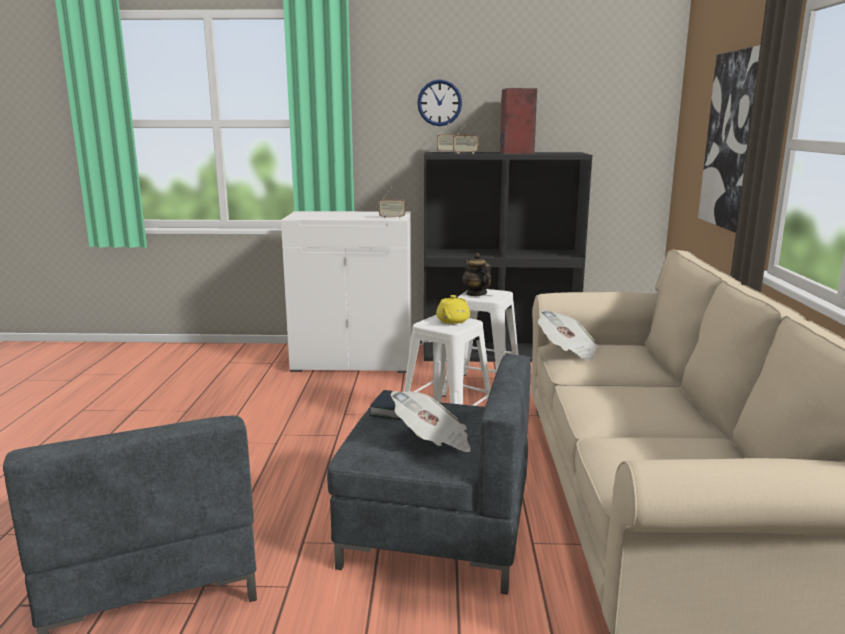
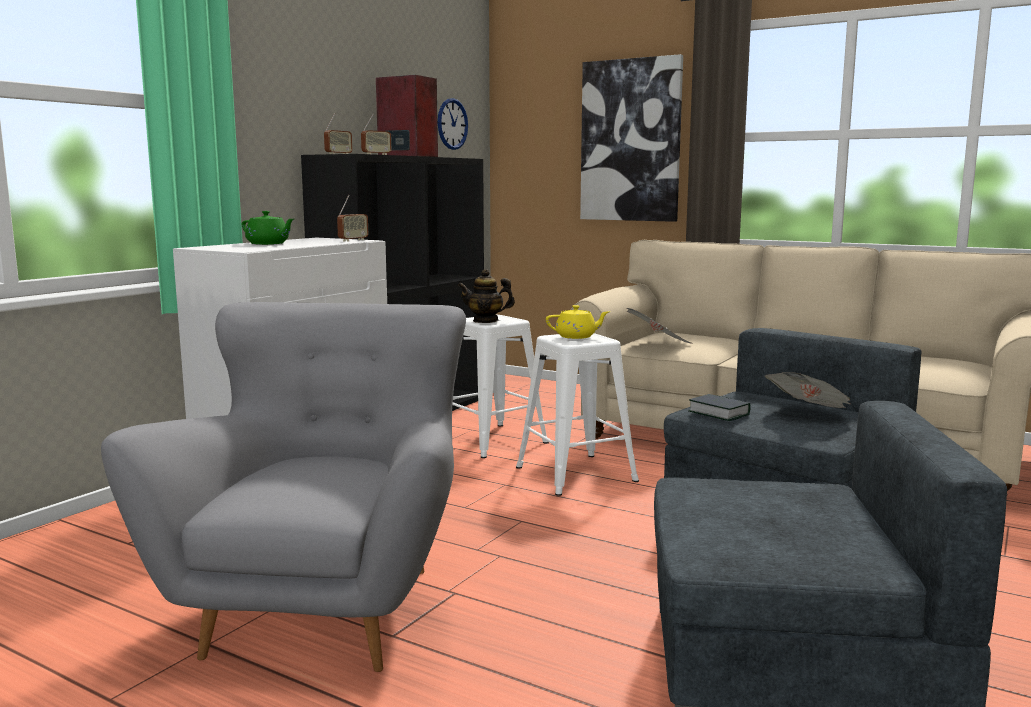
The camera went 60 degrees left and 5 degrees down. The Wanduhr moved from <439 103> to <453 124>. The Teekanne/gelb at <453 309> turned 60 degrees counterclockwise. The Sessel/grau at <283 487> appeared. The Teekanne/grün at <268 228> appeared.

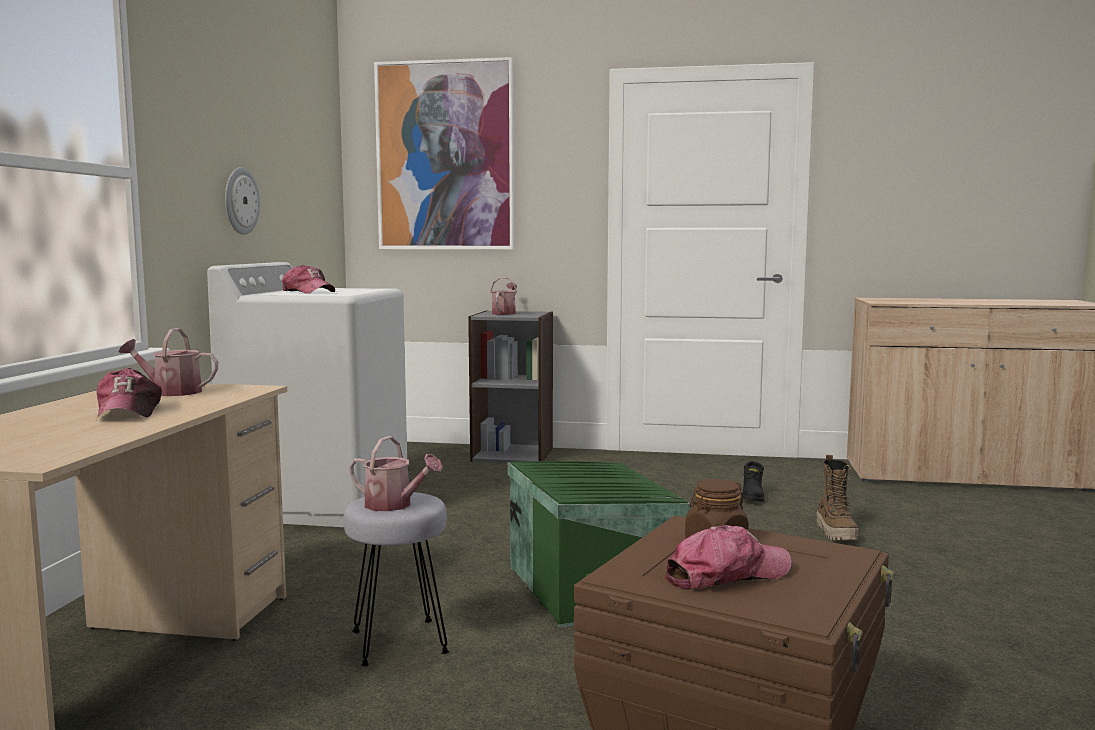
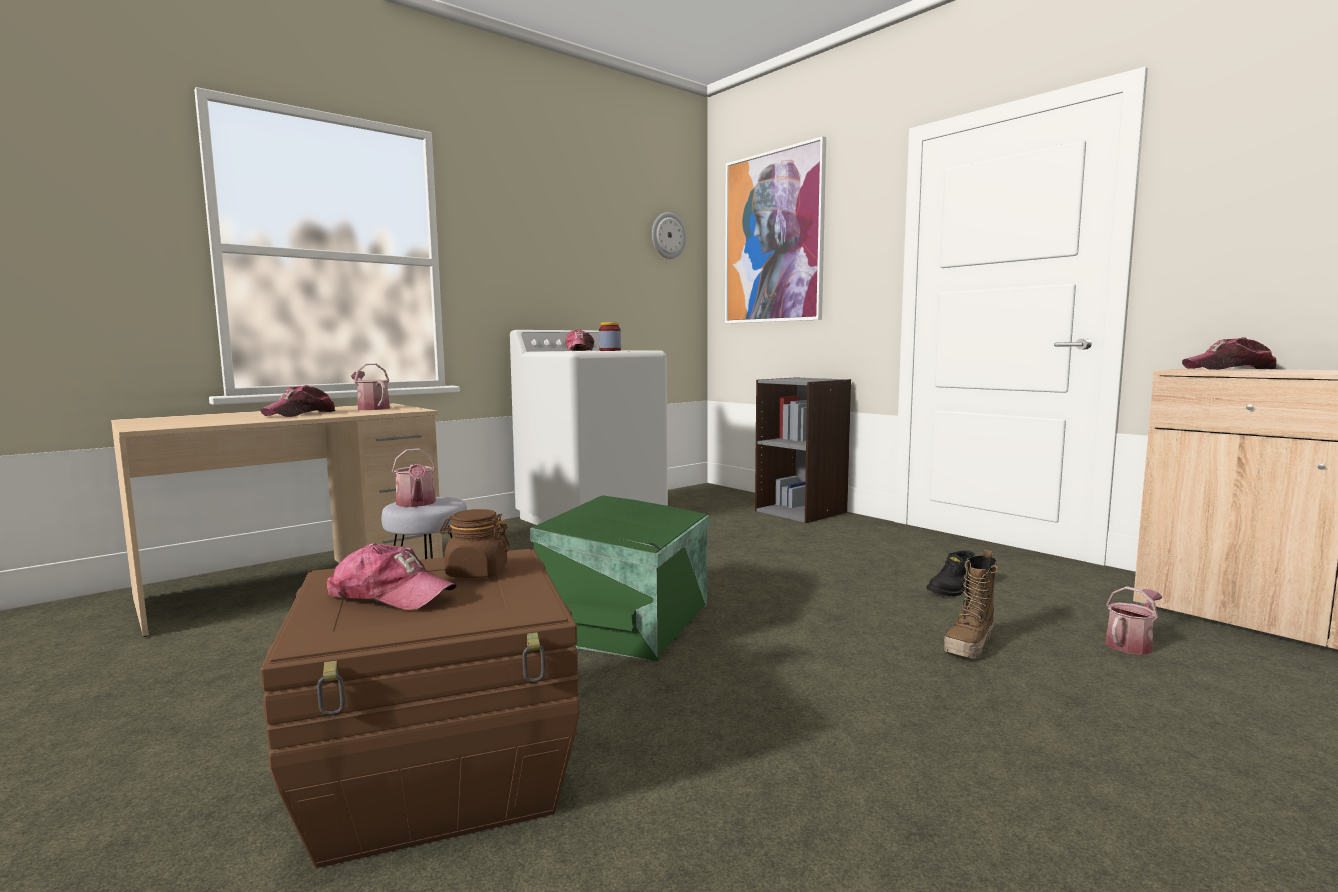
The camera went 40 degrees right and 0 degrees up. The Wanduhr moved from <242 201> to <669 235>. The Gießkanne moved from <503 296> to <1134 620>. The Vorratsglas at <610 336> appeared. The Kappe at <1230 353> appeared.

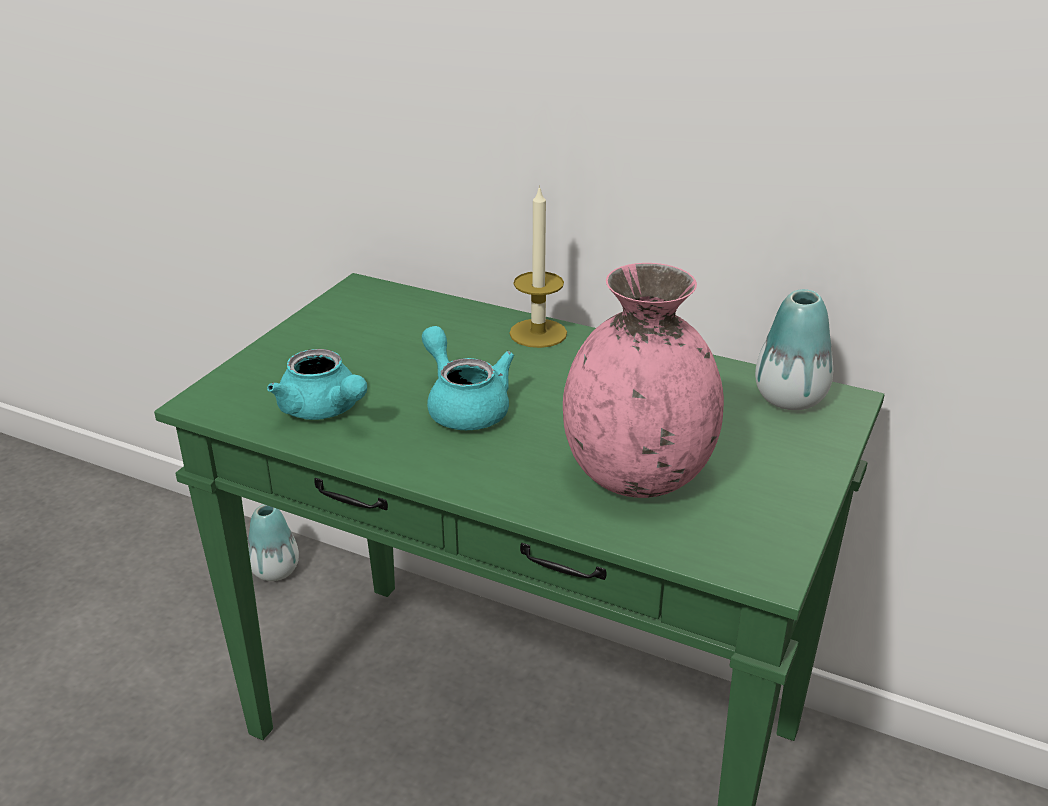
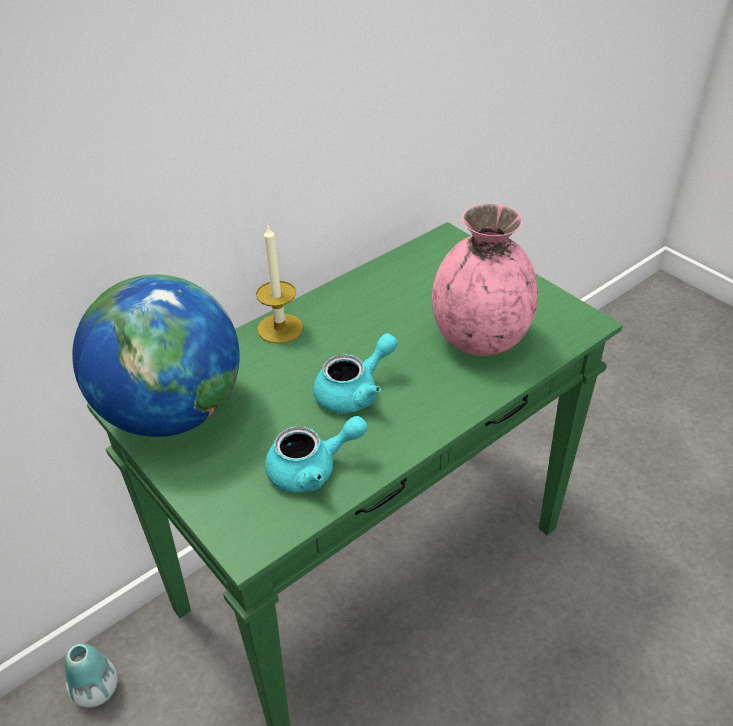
The camera went 65 degrees left and 10 degrees up. The Teekanne/türkis at <468 378> turned 150 degrees clockwise. The Vase at <794 349> disappeared. The Globus at <156 355> appeared.

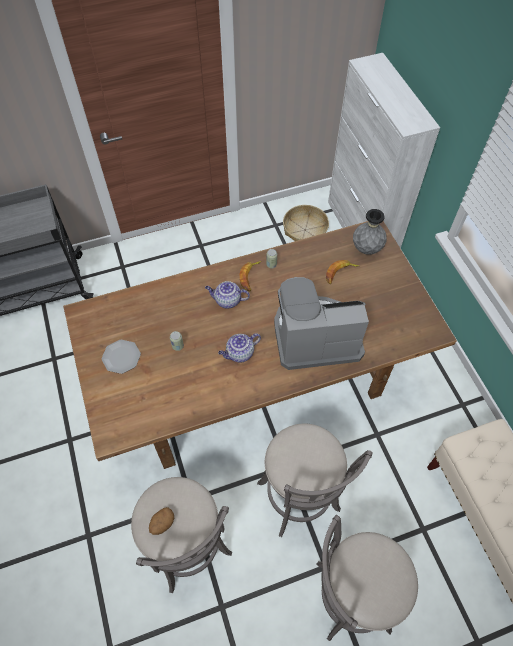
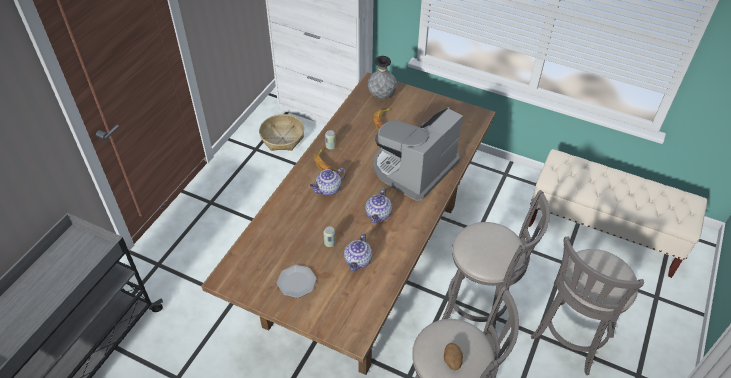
The camera went 45 degrees left and 10 degrees down. The Teekanne at <358 252> appeared.

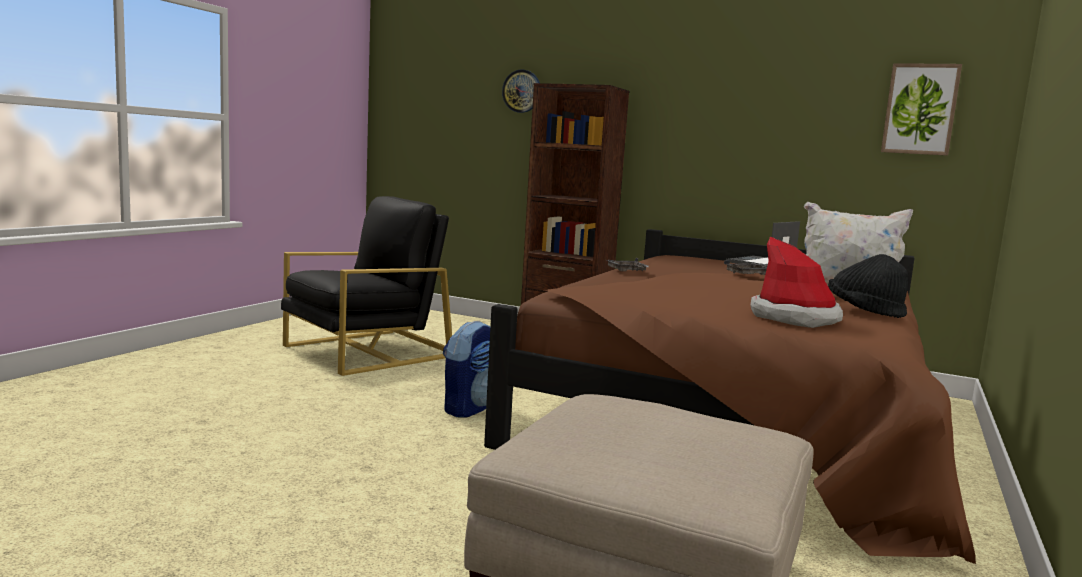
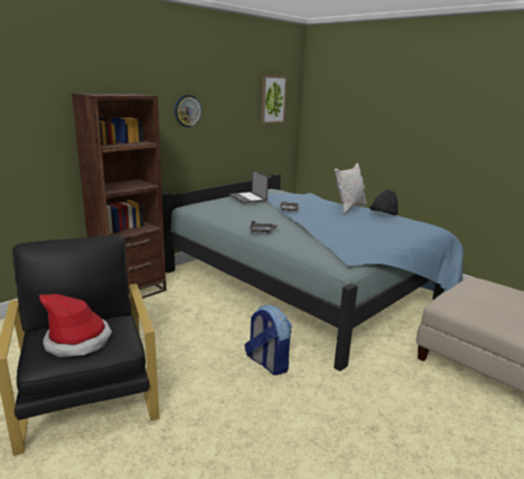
The camera went 70 degrees left and 10 degrees up. The Bett/braun at <730 396> became the Bett/blau at <312 272>. The Wanduhr moved from <521 91> to <188 111>. The Hut moved from <797 282> to <75 325>.

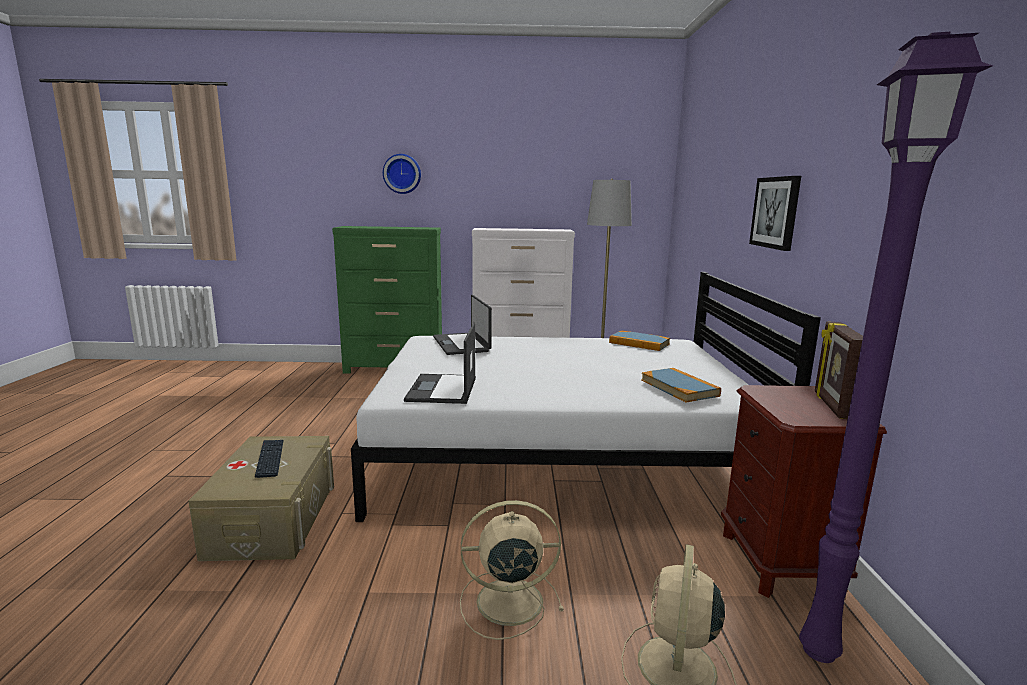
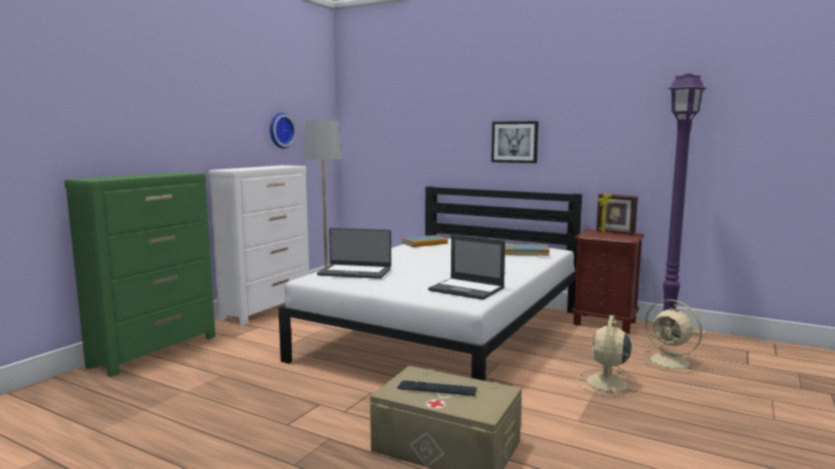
The camera went 60 degrees left and 5 degrees down. The Wanduhr moved from <402 174> to <283 131>.

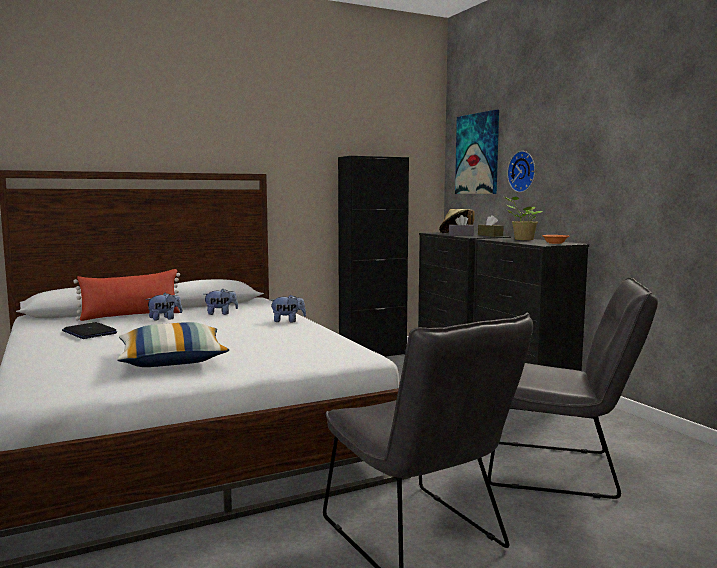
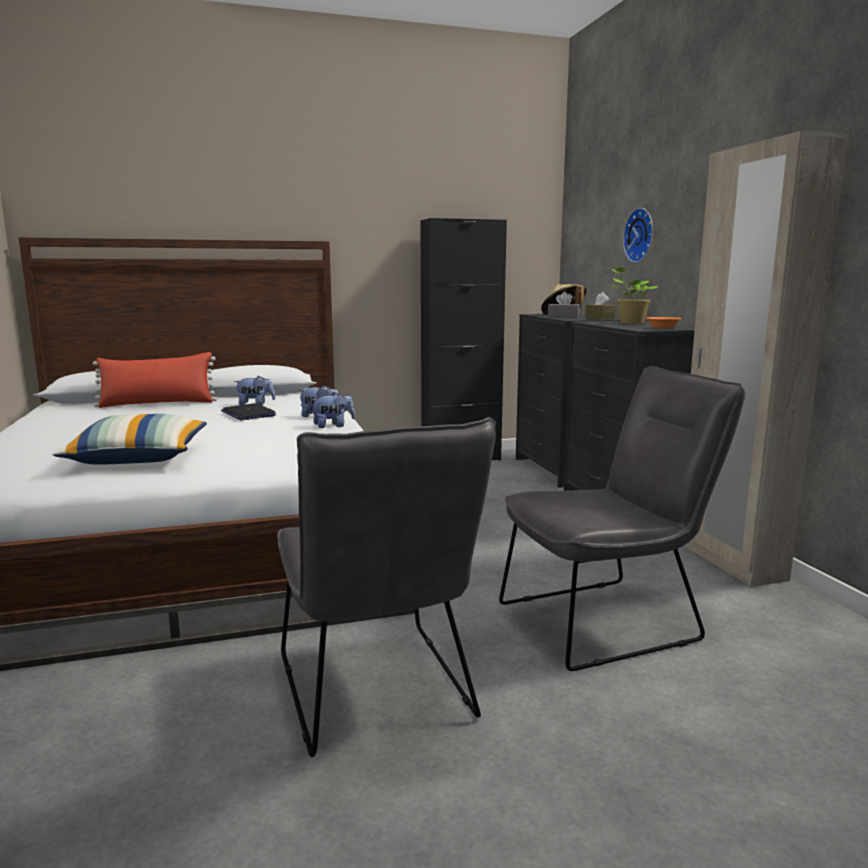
The camera went 10 degrees right and 5 degrees up. The Laptop moved from <89 330> to <248 411>. The Plüschtier moved from <164 307> to <332 410>. The Bild at <477 152> disappeared. The Stuhl/grau at <573 388> turned 45 degrees counterclockwise. The Kleiderschrank/beige at <766 359> appeared.

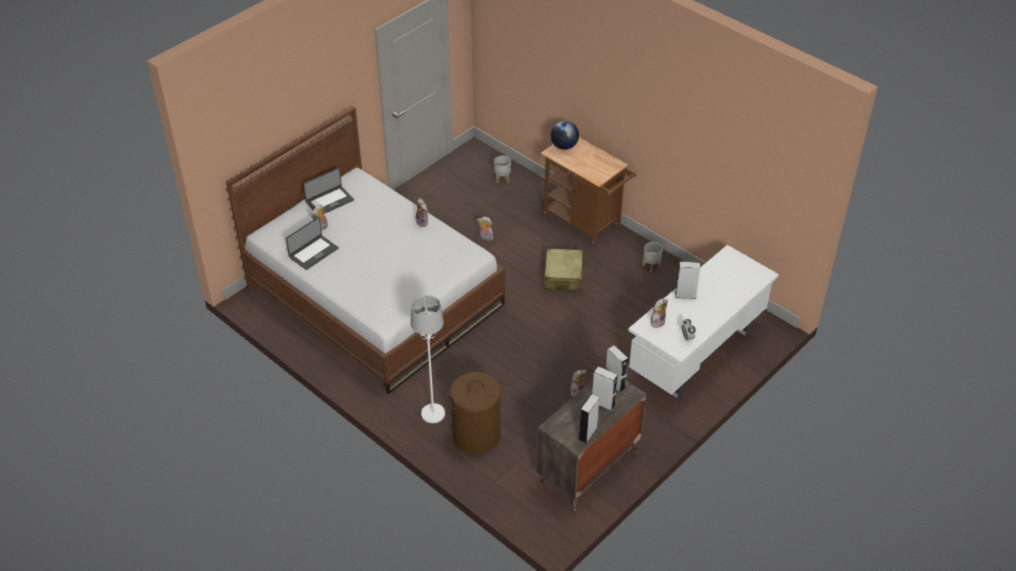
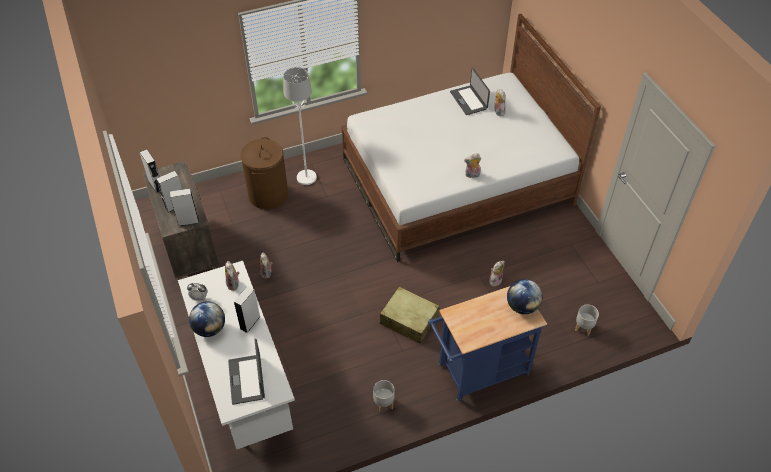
The camera went 115 degrees right and 5 degrees up. The Laptop moved from <328 191> to <246 372>. The Rollwagen/braun at <588 191> became the Rollwagen/blau at <487 343>. The Globus at <207 319> appeared.

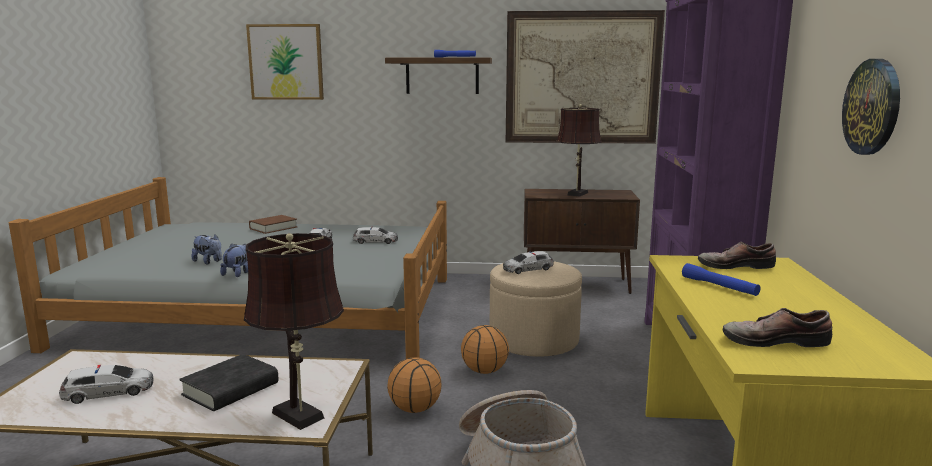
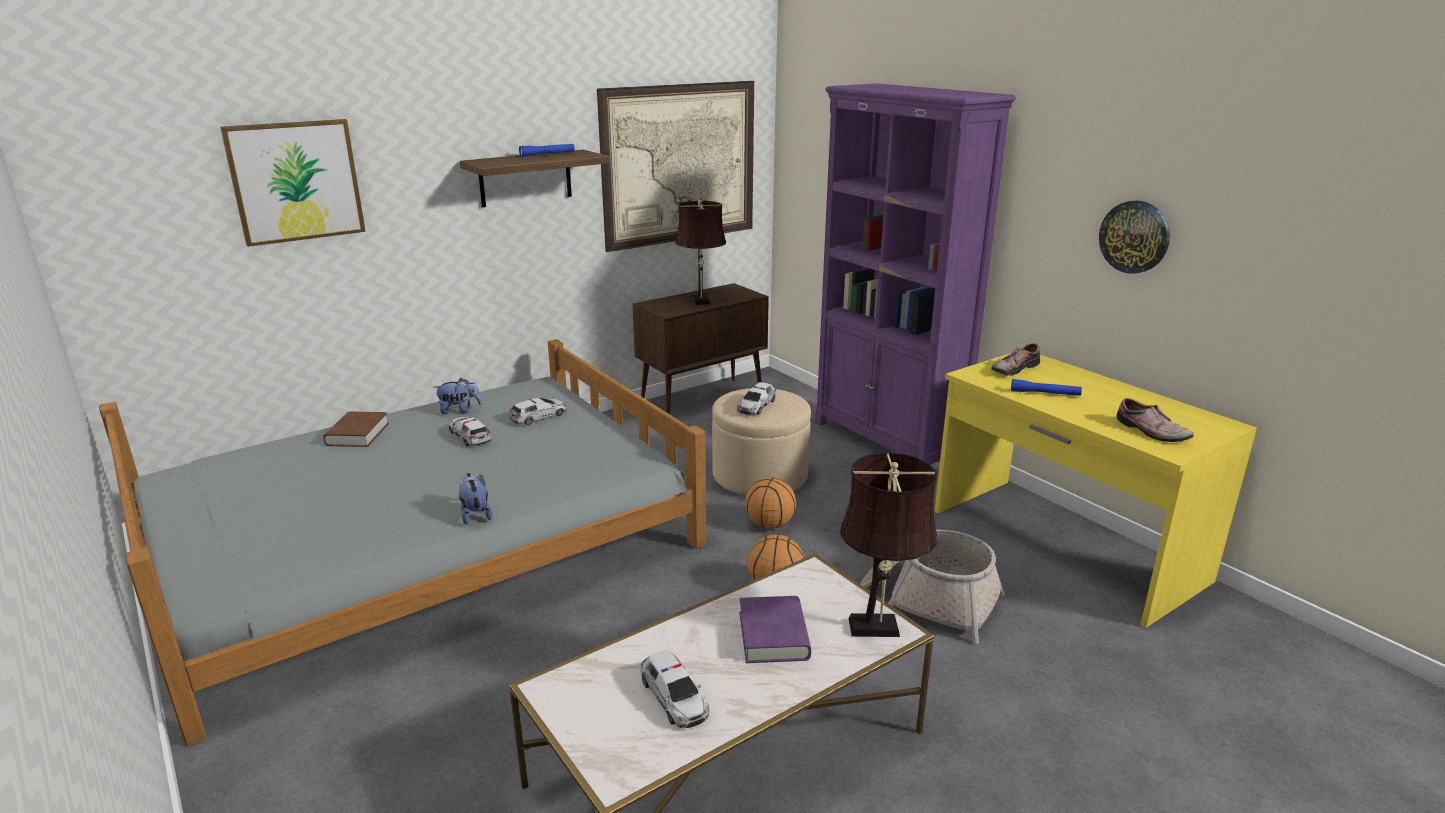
The camera went 40 degrees left and 10 degrees up. The Spielzeugauto at <106 384> turned 120 degrees clockwise. The Buch/schwarz at <229 382> became the Buch/lila at <775 629>. The Plüschtier moved from <206 249> to <458 396>. The Schuh at <777 327> turned 90 degrees counterclockwise.

